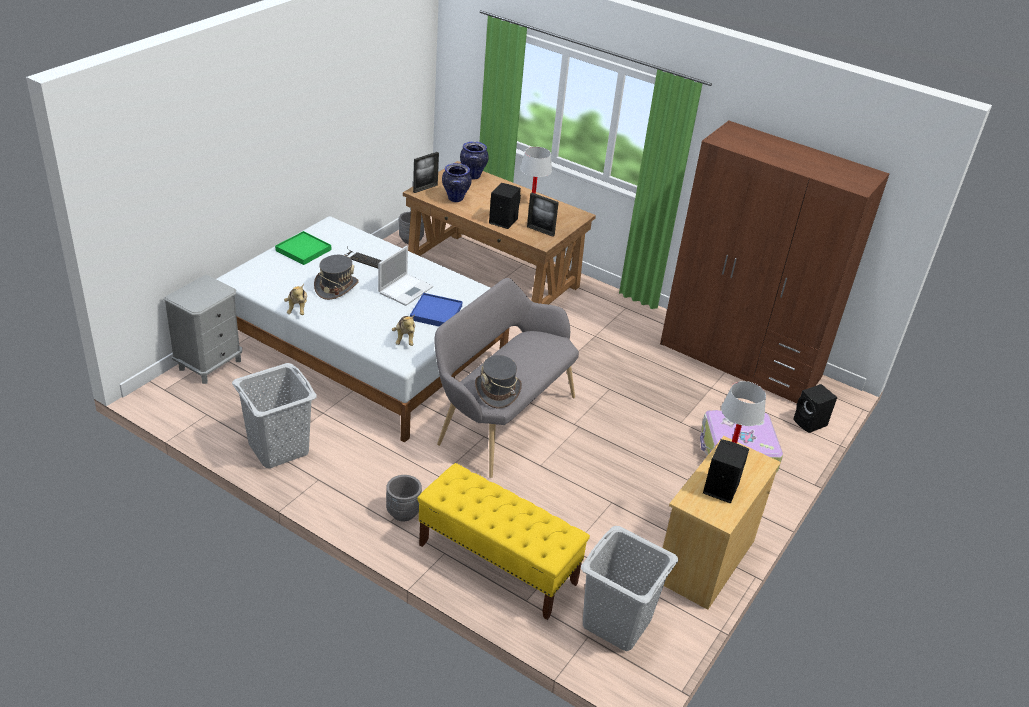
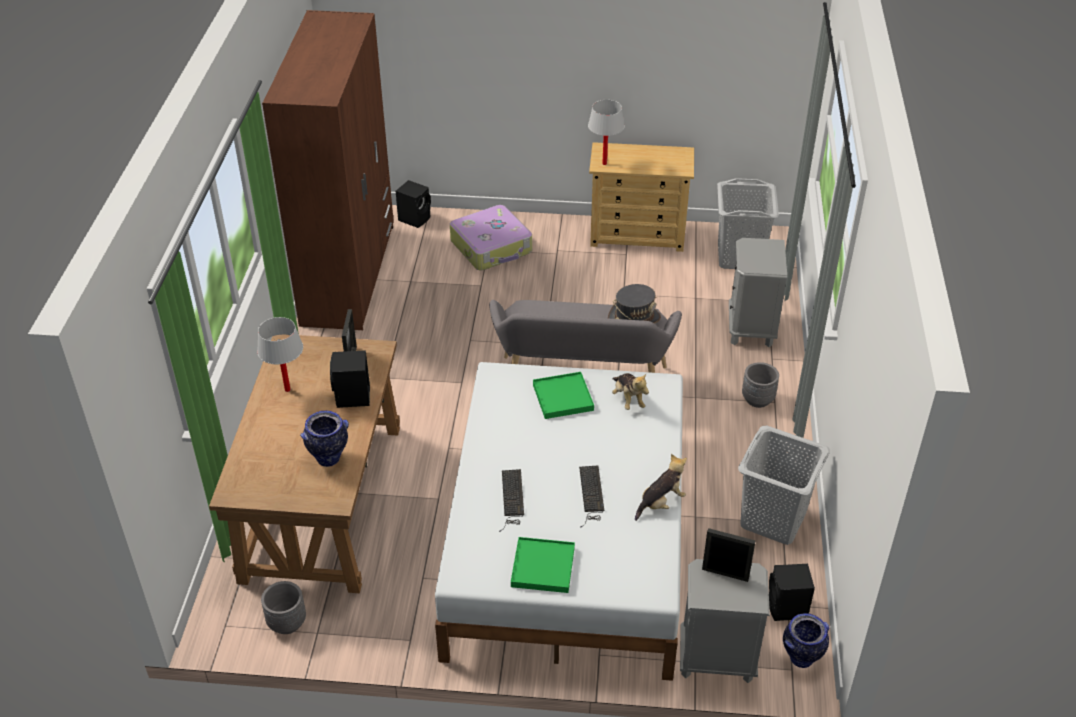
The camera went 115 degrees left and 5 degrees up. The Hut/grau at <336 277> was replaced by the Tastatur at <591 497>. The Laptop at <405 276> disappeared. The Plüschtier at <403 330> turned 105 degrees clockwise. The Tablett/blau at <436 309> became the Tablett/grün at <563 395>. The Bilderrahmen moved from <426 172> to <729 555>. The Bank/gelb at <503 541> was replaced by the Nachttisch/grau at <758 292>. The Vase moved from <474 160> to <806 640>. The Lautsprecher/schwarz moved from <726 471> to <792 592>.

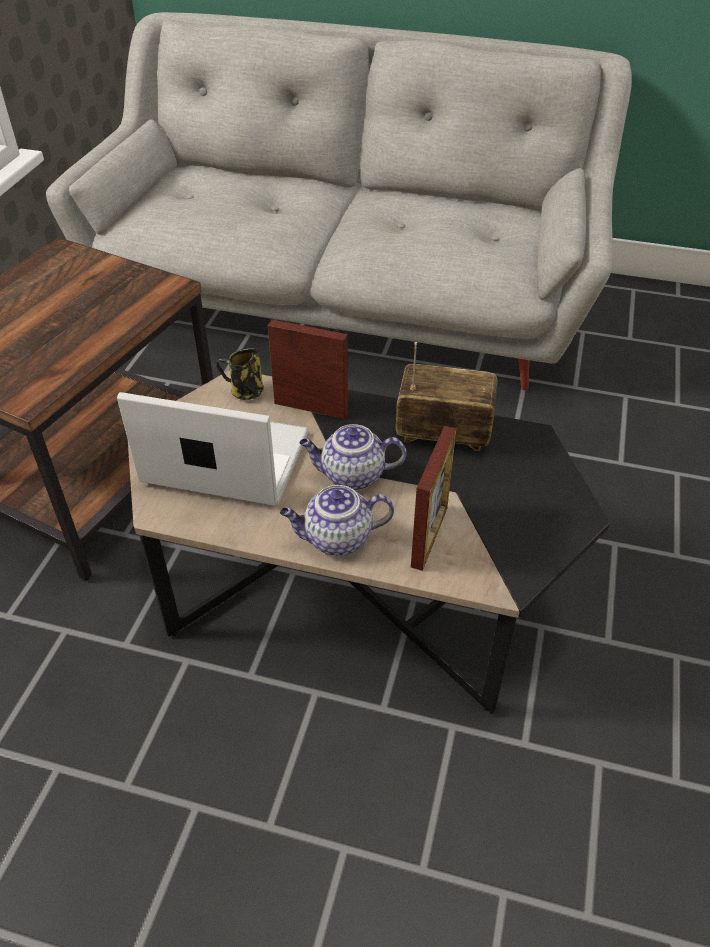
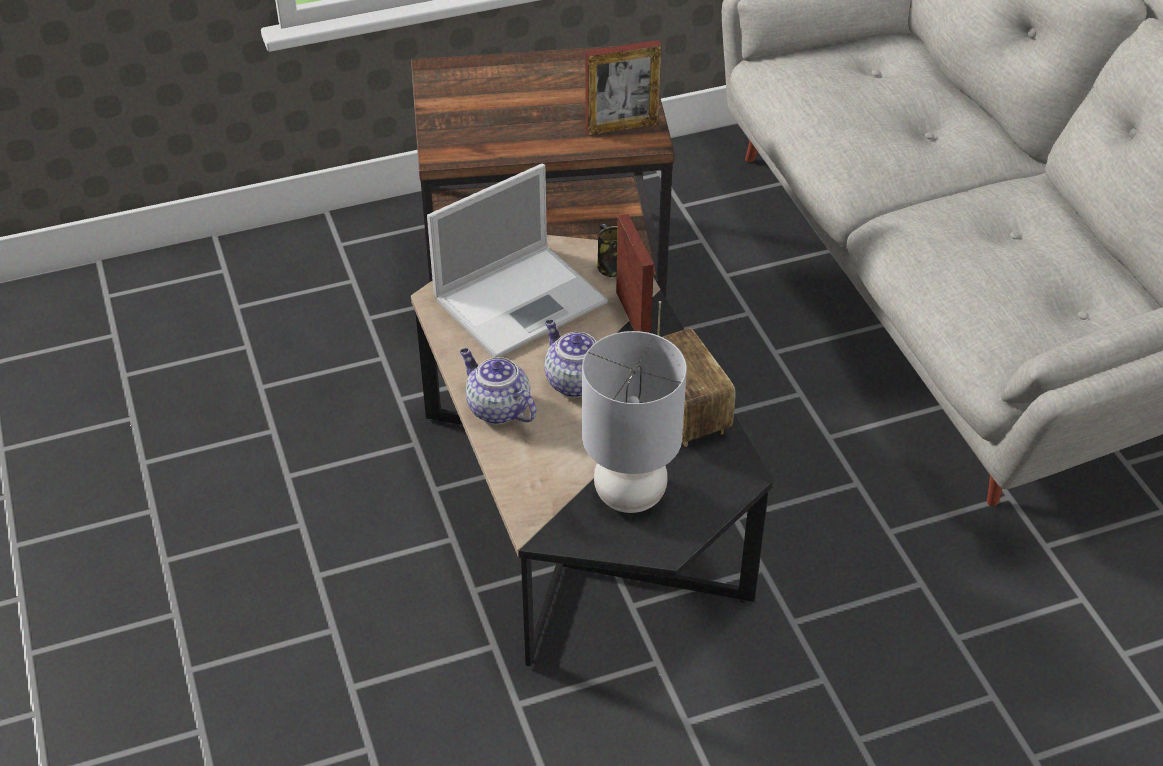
The camera went 55 degrees right and 0 degrees up. The Laptop at <212 449> turned 75 degrees clockwise. The Bilderrahmen moved from <433 498> to <623 88>. The Tischlampe/grau at <634 422> appeared.

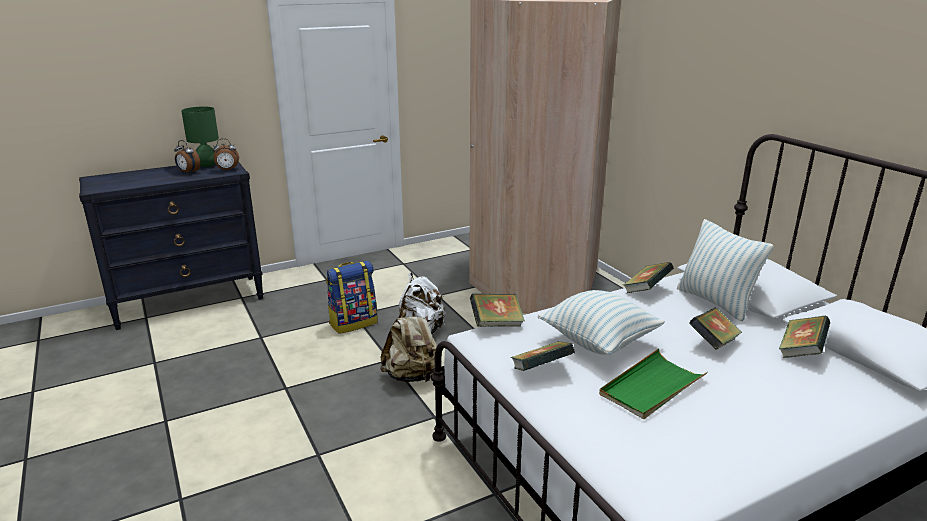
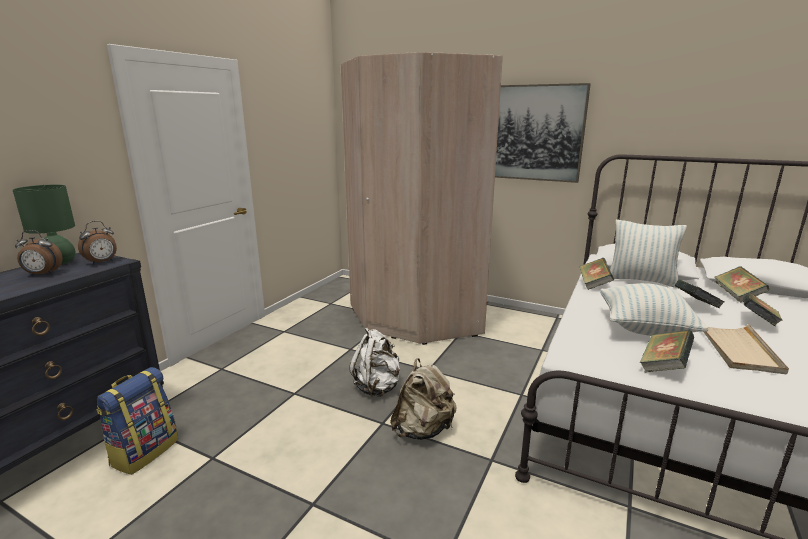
The camera went 35 degrees left and 5 degrees down. The Rucksack moved from <352 297> to <137 421>. The Buch moved from <497 310> to <763 309>. The Tablett/grün at <653 384> became the Tablett/beige at <746 349>. The Bild at <543 133> appeared.

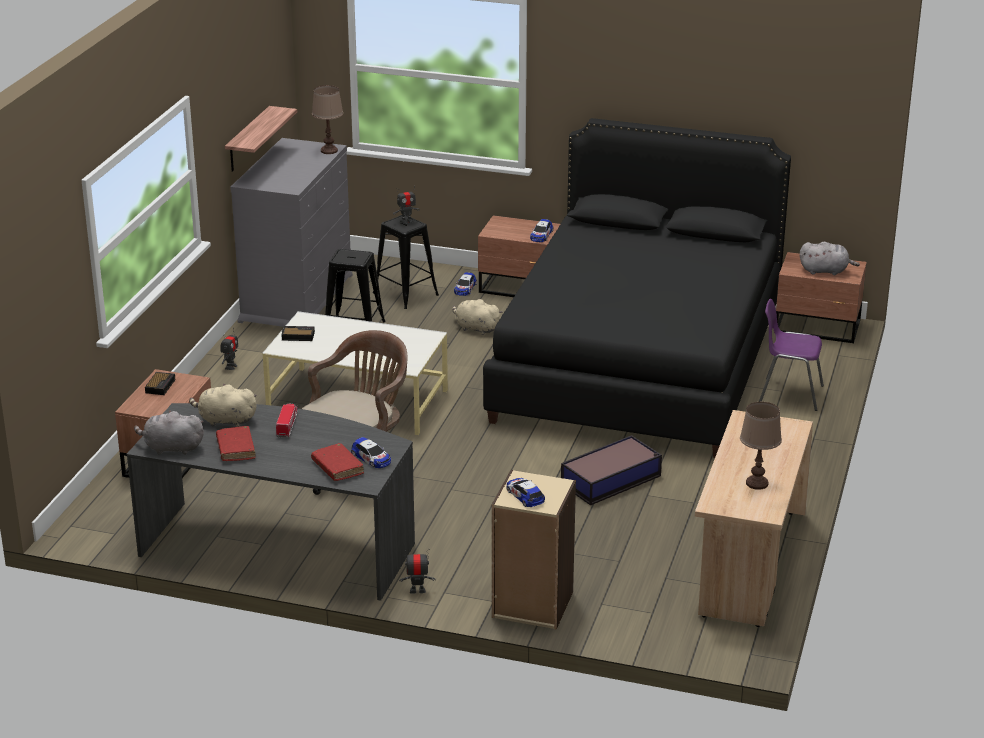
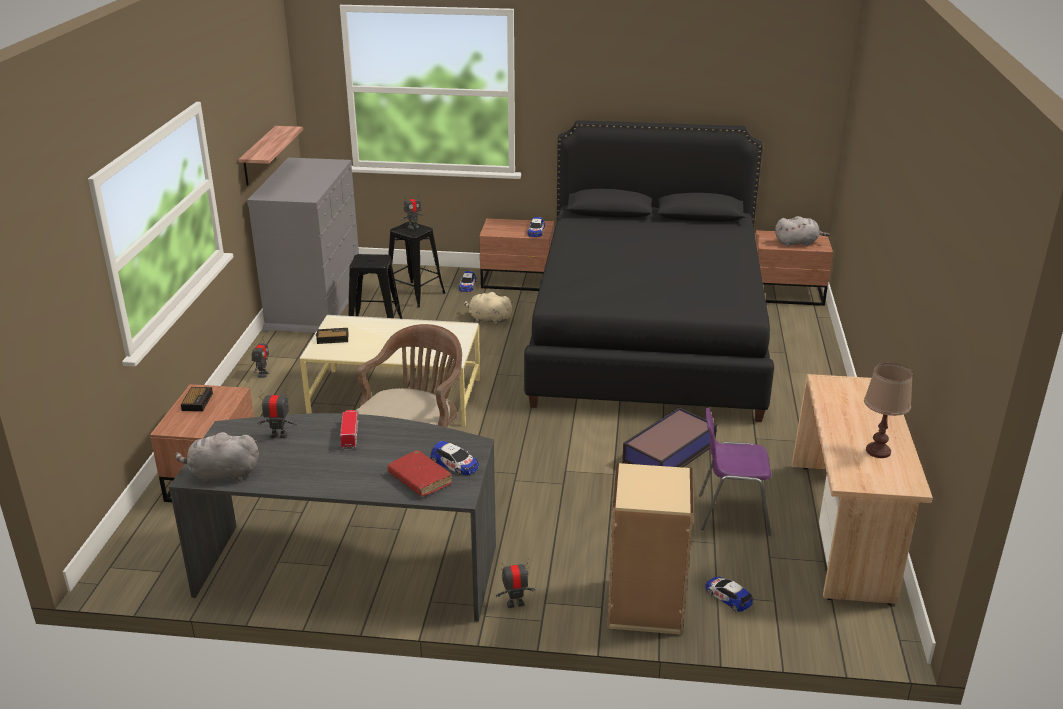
The camera went 10 degrees left and 0 degrees up. The Plüschtier/beige at <223 405> was replaced by the Spielzeugroboter at <277 414>. The Buch/rot at <236 443> disappeared. The Tischlampe/braun at <327 119> disappeared. The Spielzeugauto moved from <525 492> to <729 594>. The Stuhl/lila moved from <791 355> to <735 472>.

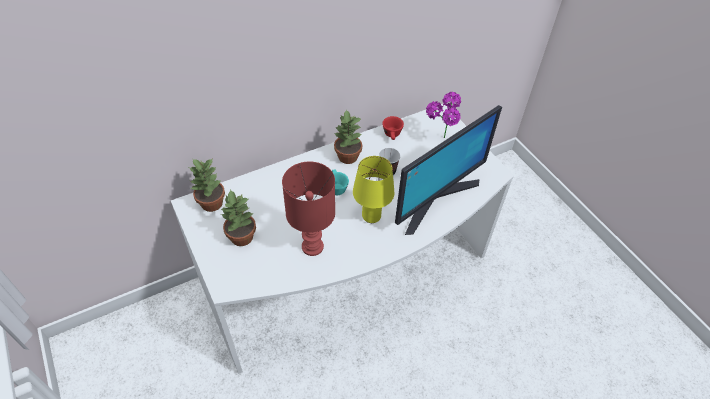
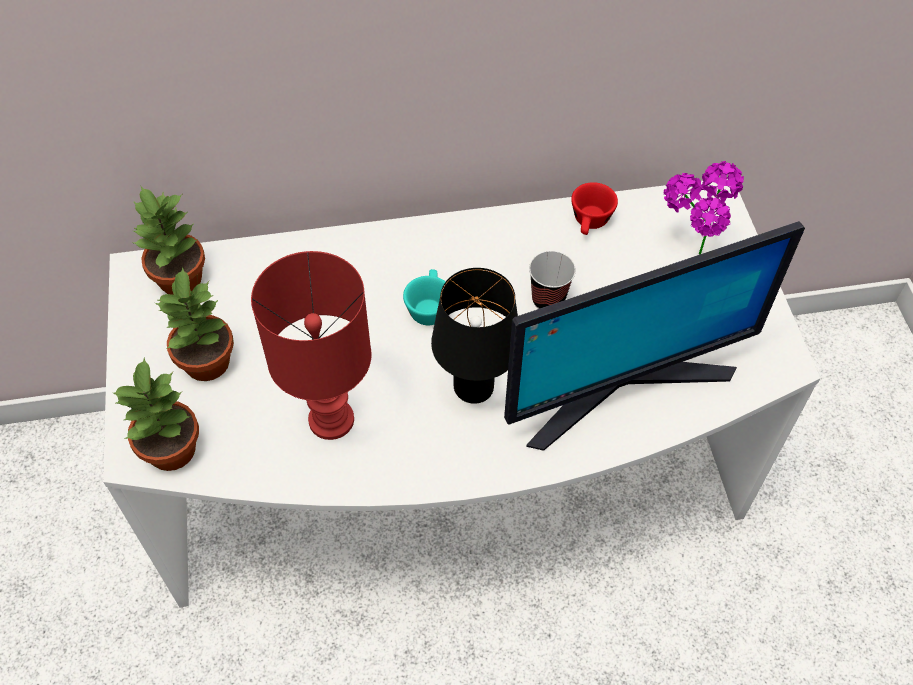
The camera went 20 degrees right and 5 degrees up. The Topfpflanze moved from <348 137> to <156 414>. The Tischlampe/gelb at <373 189> became the Tischlampe/schwarz at <474 336>.

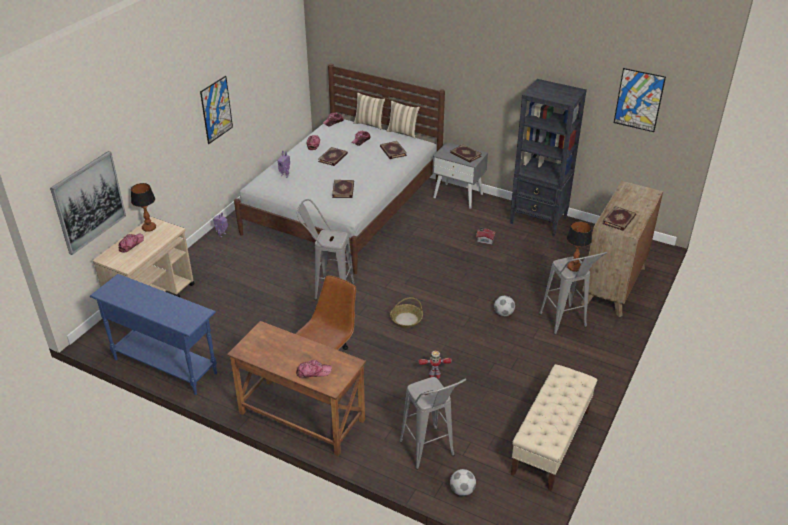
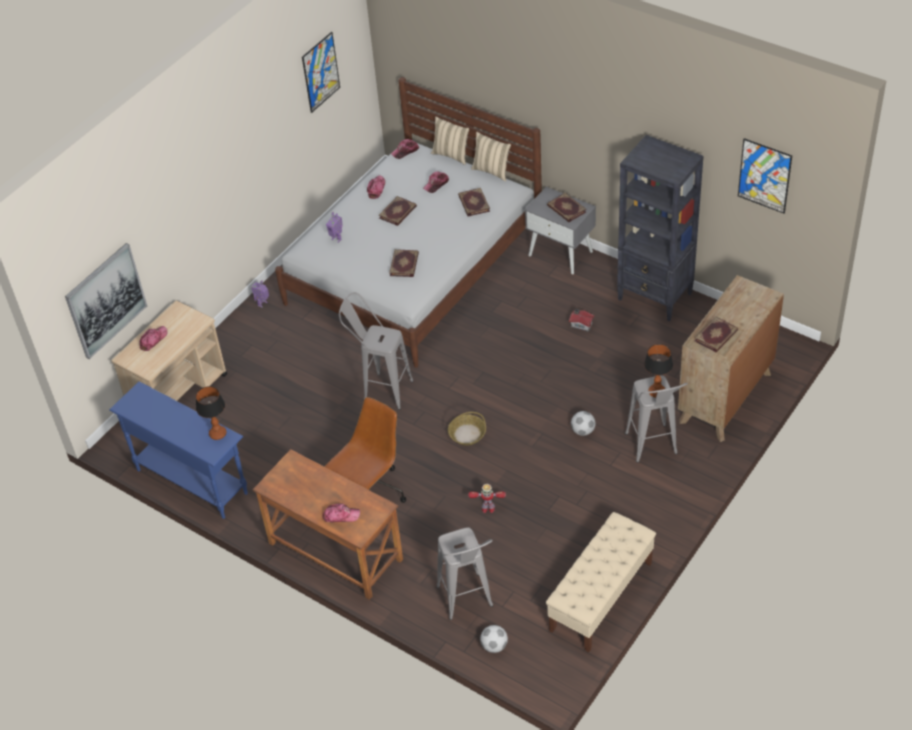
The camera went 10 degrees right and 10 degrees up. The Tischlampe moved from <143 207> to <211 413>. The Bild moved from <216 110> to <321 72>.

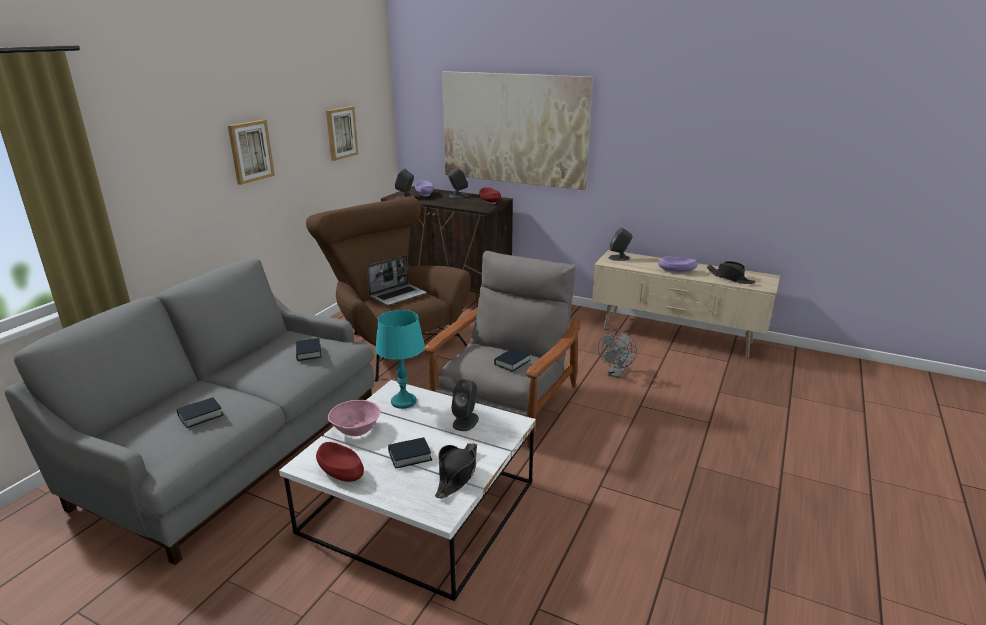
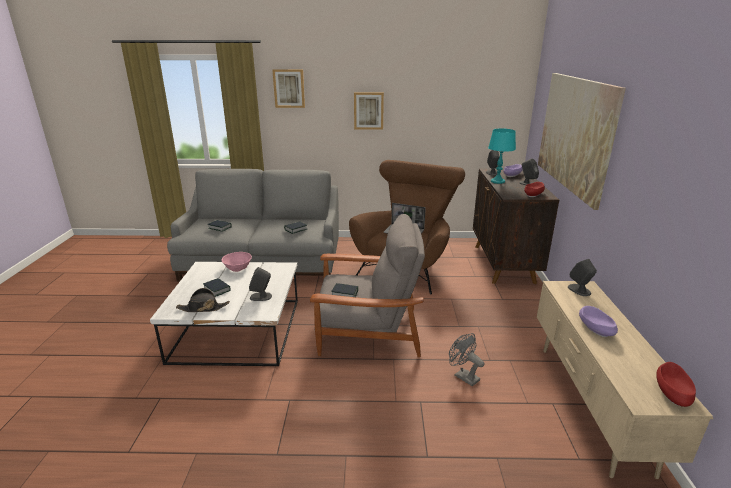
The camera went 65 degrees right and 0 degrees up. The Schüssel/rot moved from <340 462> to <676 384>. The Bild moved from <342 133> to <288 88>. The Tischlampe/türkis moved from <400 359> to <502 156>. The Ventilator/grau at <617 354> turned 45 degrees clockwise. The Hut/schwarz at <731 272> disappeared.

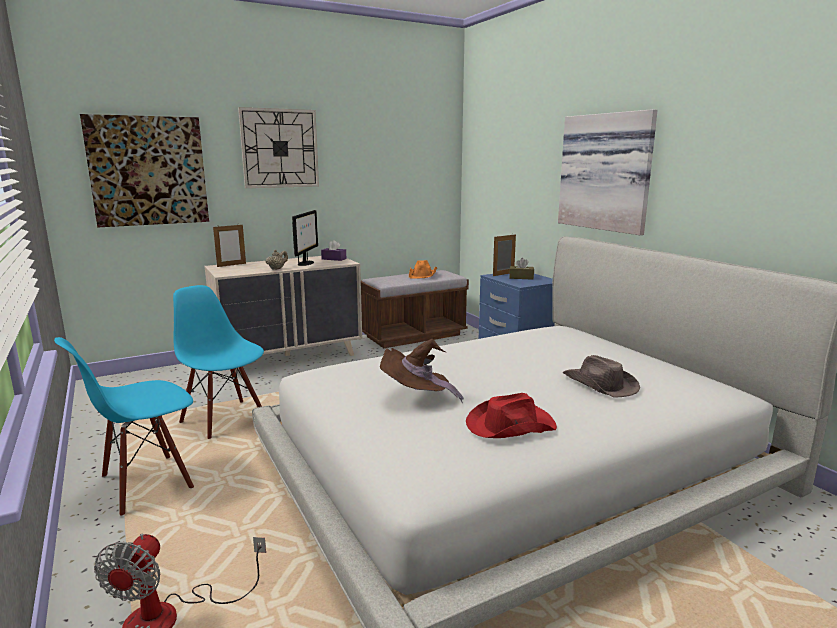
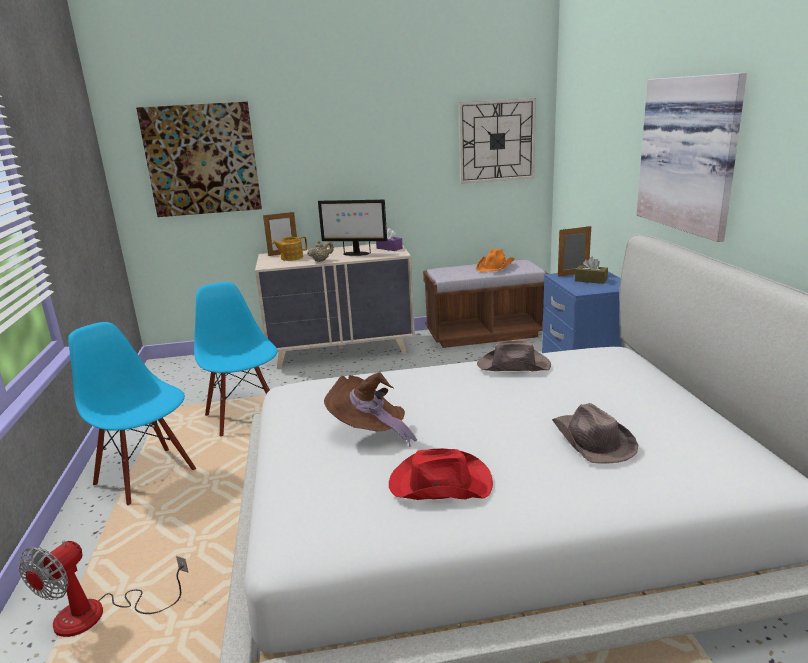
The camera went 20 degrees right and 5 degrees up. The Stuhl/blau at <124 427> turned 60 degrees clockwise. The Wanduhr moved from <278 147> to <497 141>. The Monitor at <305 238> turned 75 degrees clockwise. The Teekanne at <289 248> appeared. The Hut/braun at <514 355> appeared.

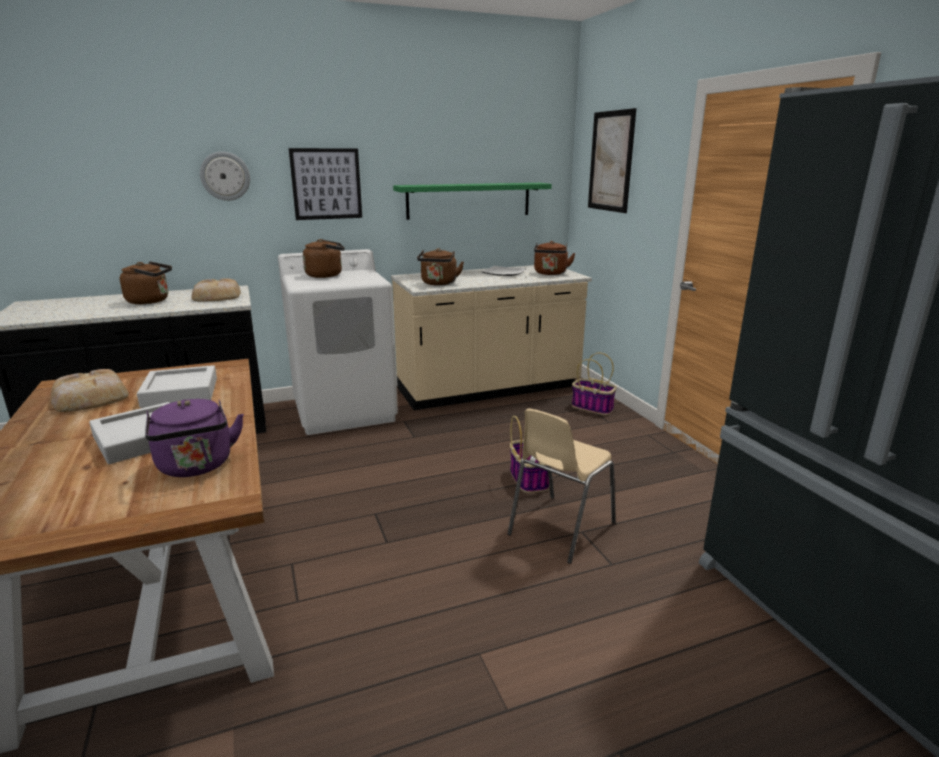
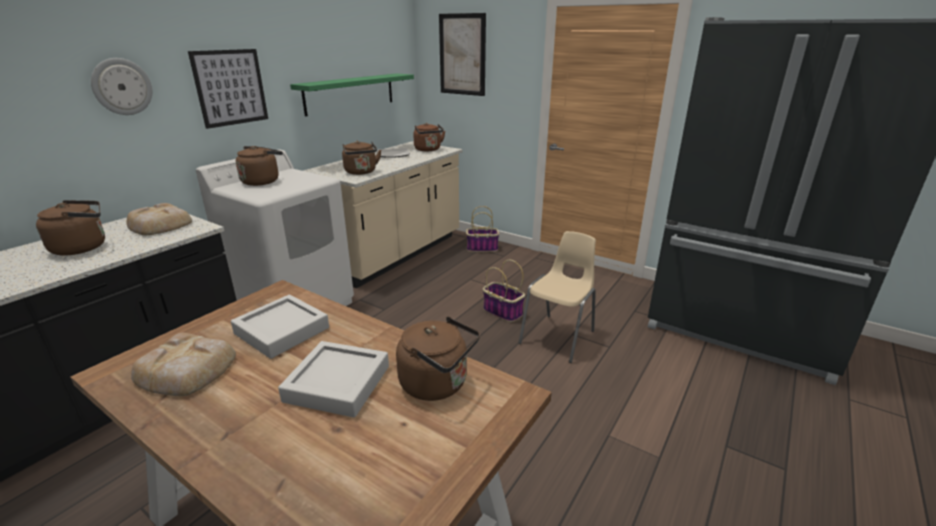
The camera went 35 degrees left and 5 degrees up. The Wasserkessel/lila at <194 438> became the Wasserkessel/braun at <438 359>. The Stuhl/beige at <562 486> turned 150 degrees counterclockwise.

